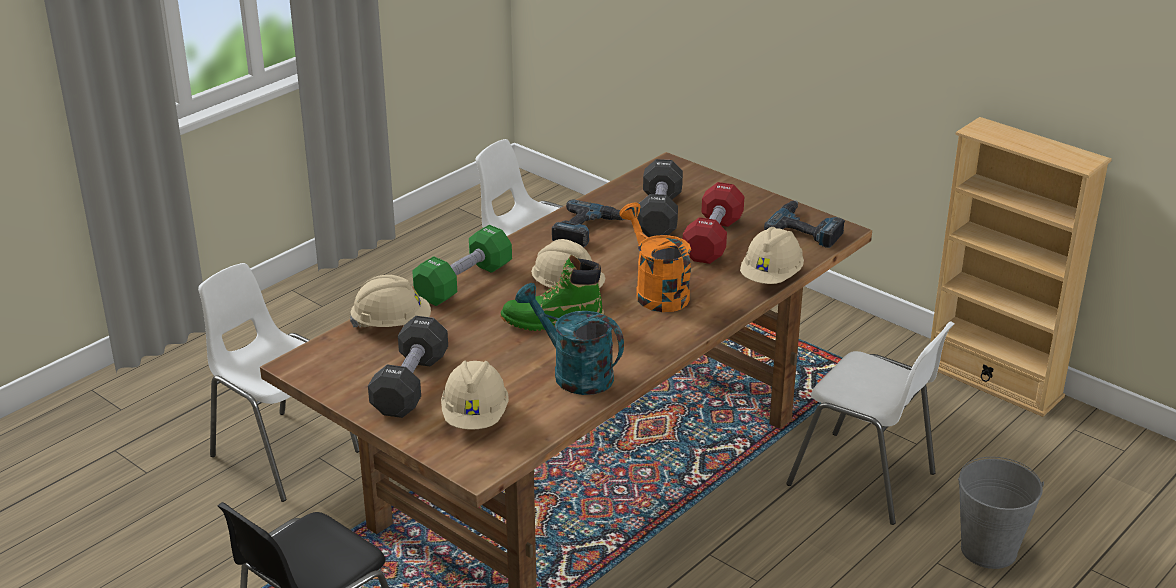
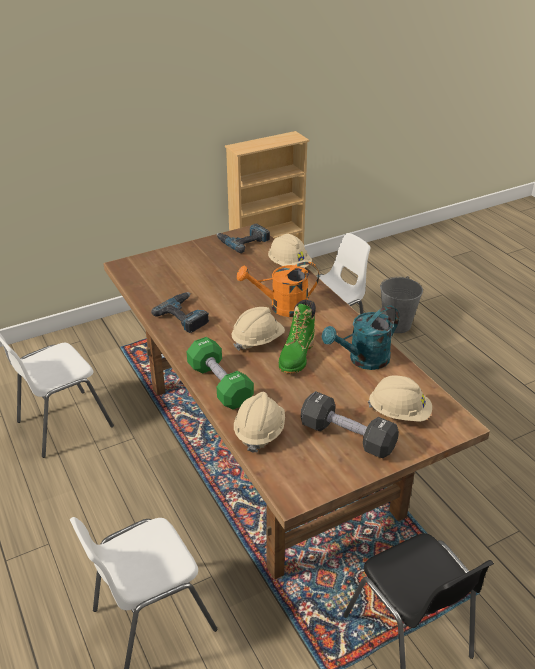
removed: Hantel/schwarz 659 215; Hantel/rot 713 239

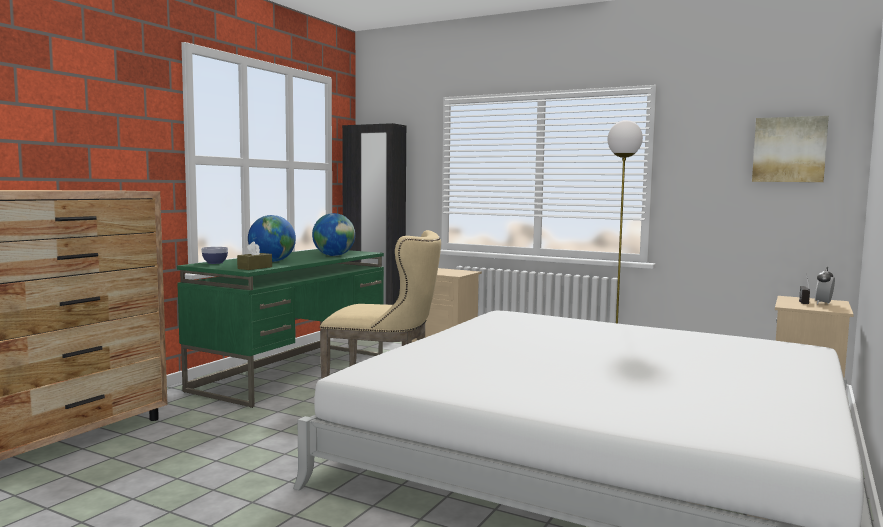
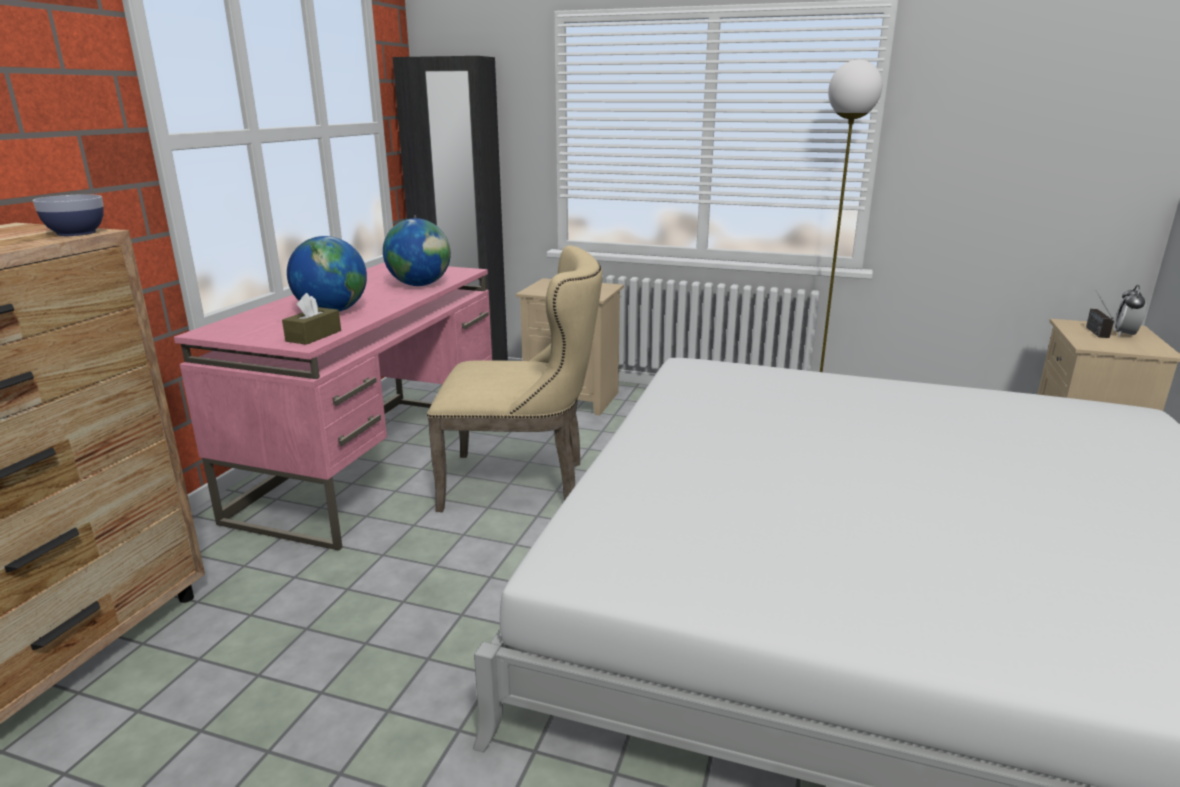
removed: Bild 789 149
moved: Schüssel 215 263 to 76 233
recoloured: Schreibtisch/grün 293 372 to Schreibtisch/rosa 376 462

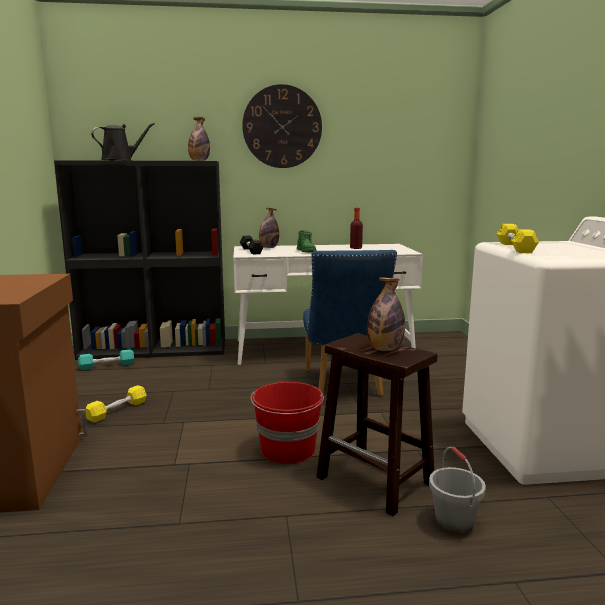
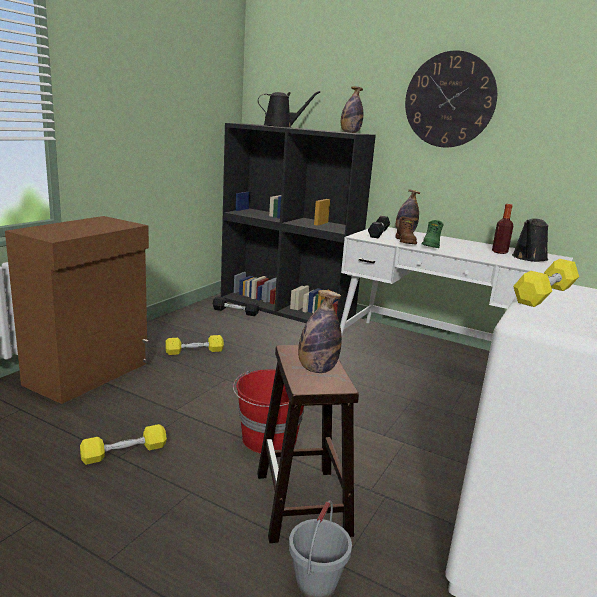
removed: Stuhl/blau 344 385
added: Hantel/gelb 124 452; Stiefel/braun 406 242; Gießkanne/schwarz 528 258
recoloured: Hantel/türkis 107 365 to Hantel/schwarz 235 312

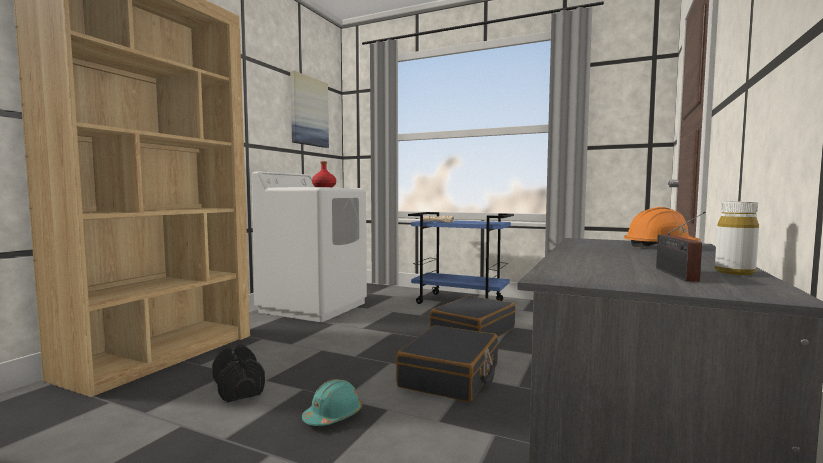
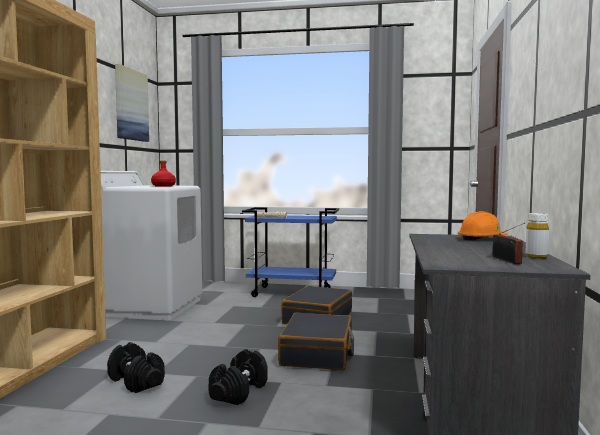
replaced: Schutzhelm/türkis 333 416 to Hantel/schwarz 239 392

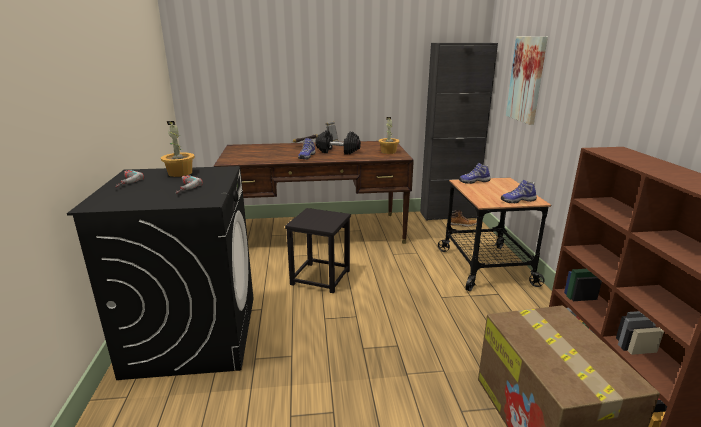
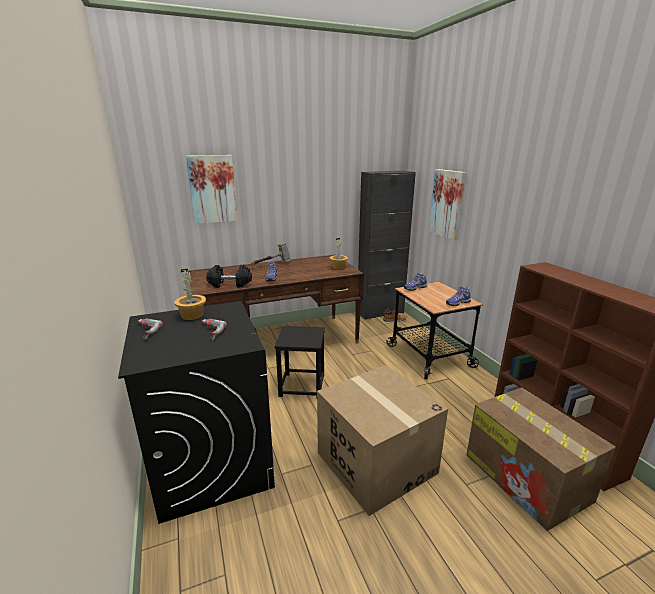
added: Bild 212 189; Karton 375 462
moved: Hantel/schwarz 337 151 to 230 284

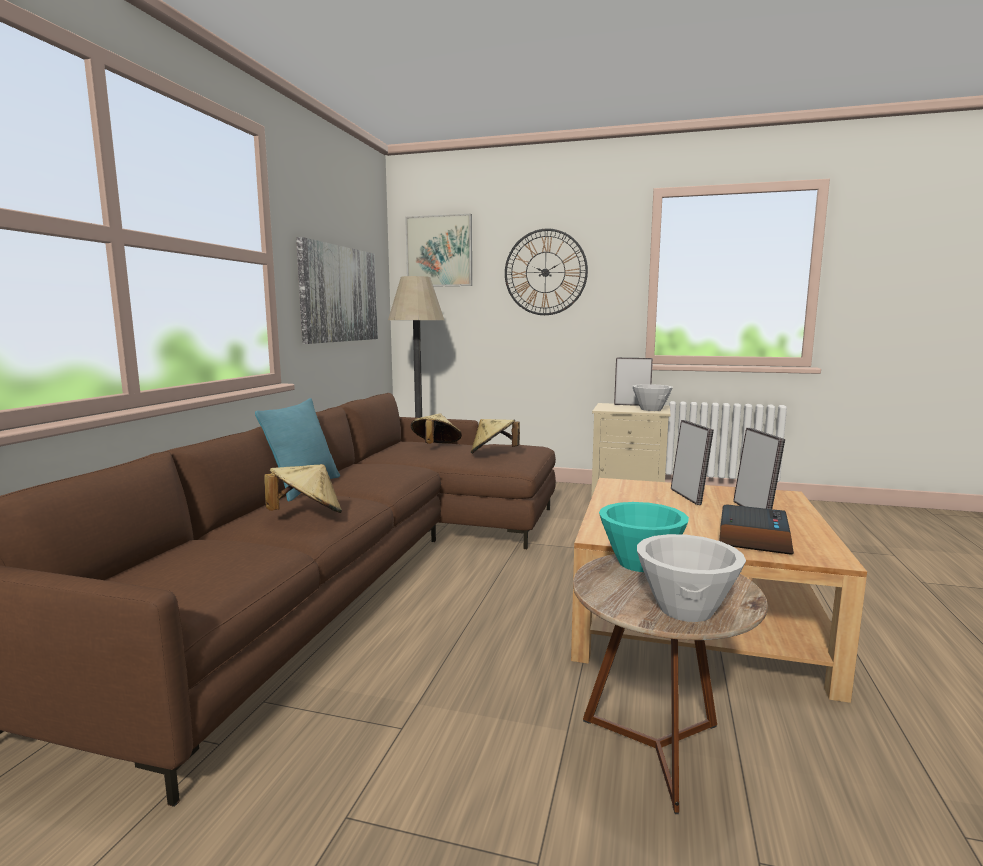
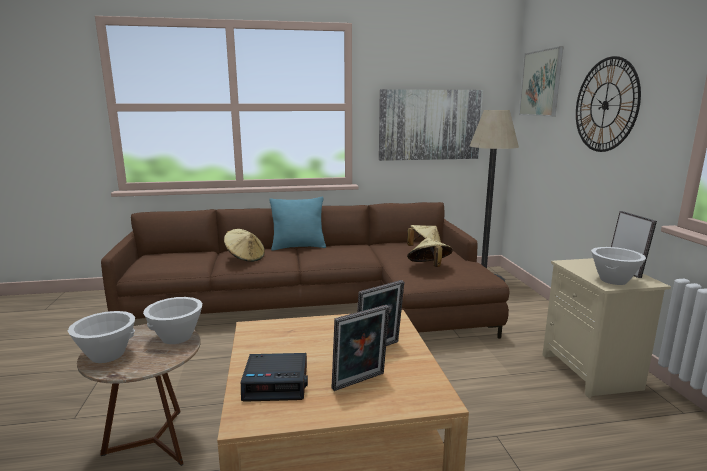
recoloured: Schüssel/türkis 640 563 to Schüssel/weiß 176 337

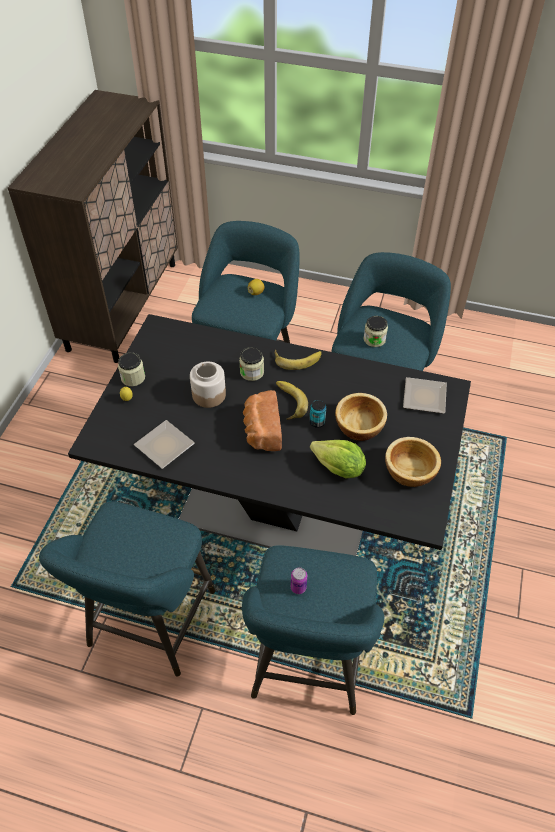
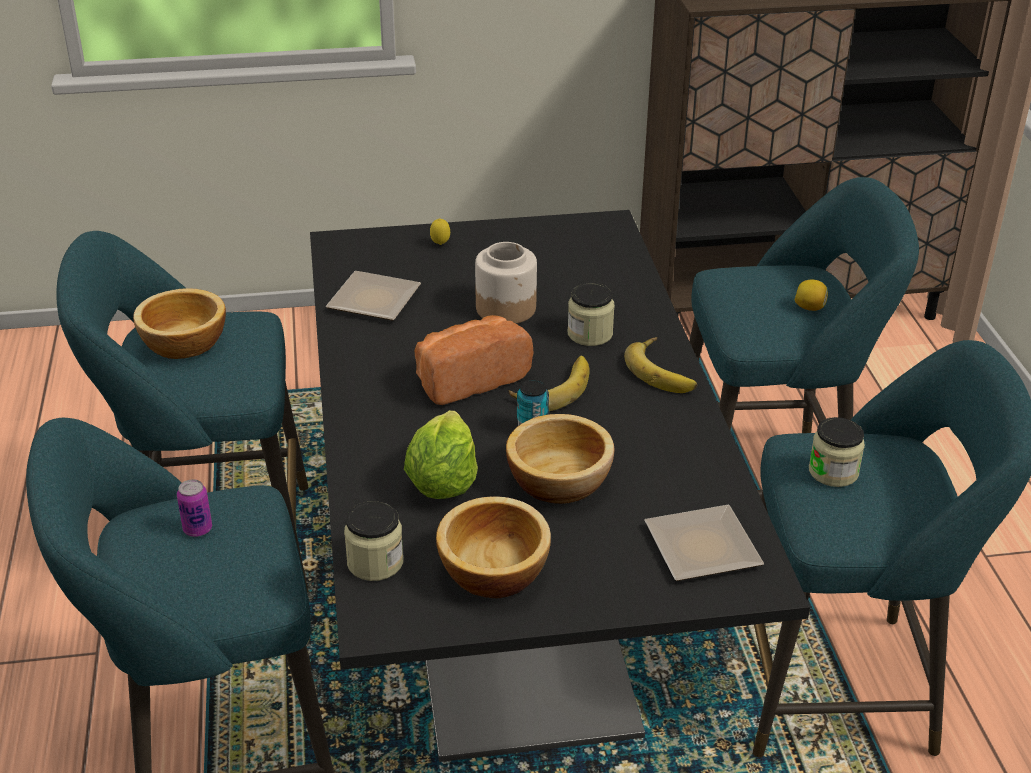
added: Schüssel 183 344
moved: Vorratsglas 133 377 to 375 562

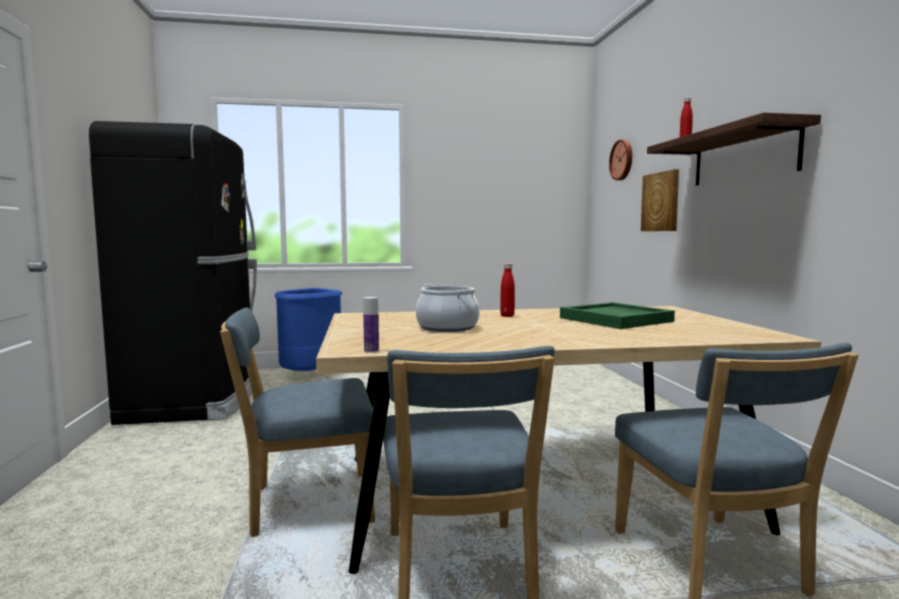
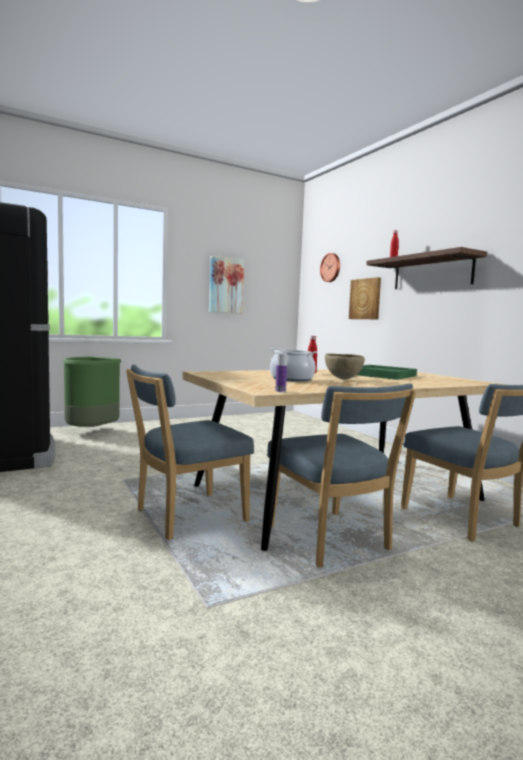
added: Bild 226 285; Schüssel/braun 342 379
recoloured: Mülleimer/blau 310 376 to Mülleimer/grün 91 432

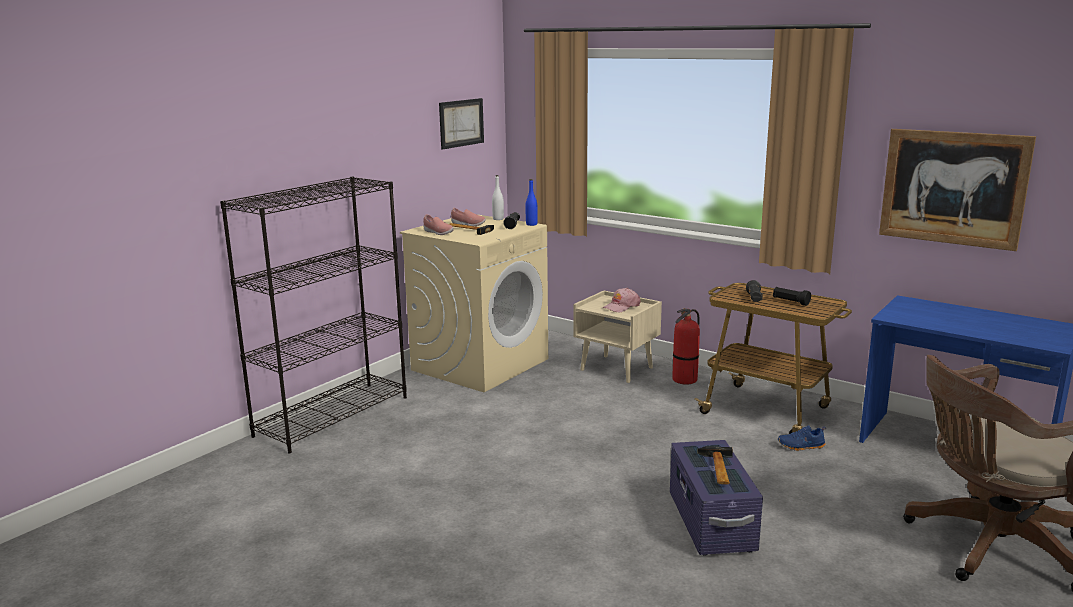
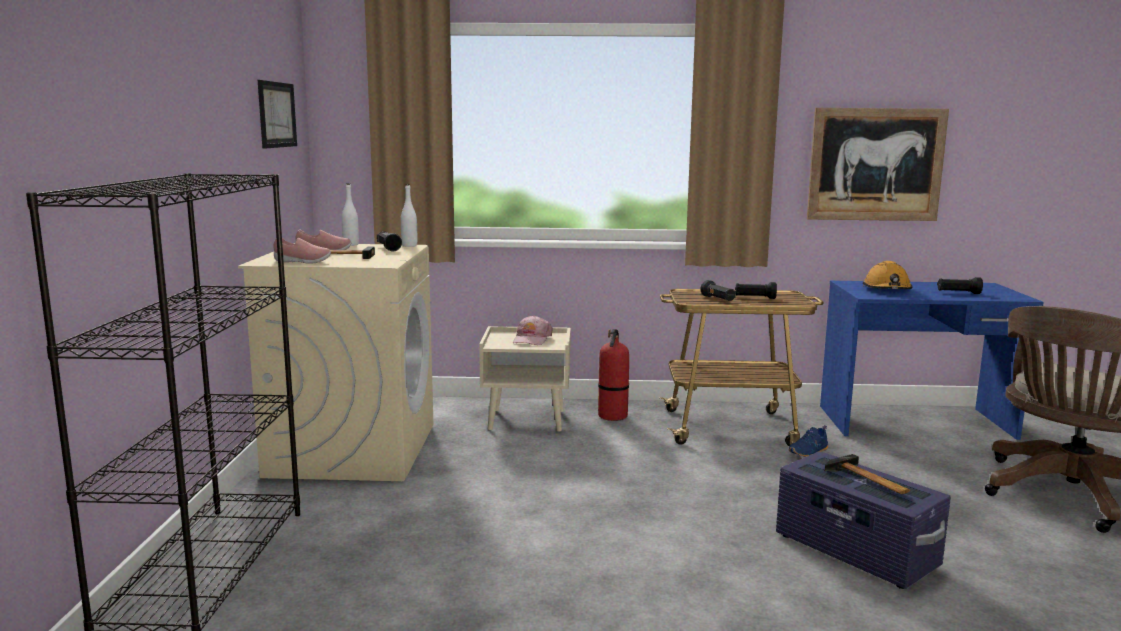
added: Schutzhelm/orange 887 289; Taschenlampe/schwarz 958 293
recoloured: Flasche/blau 531 224 to Flasche/weiß 409 245

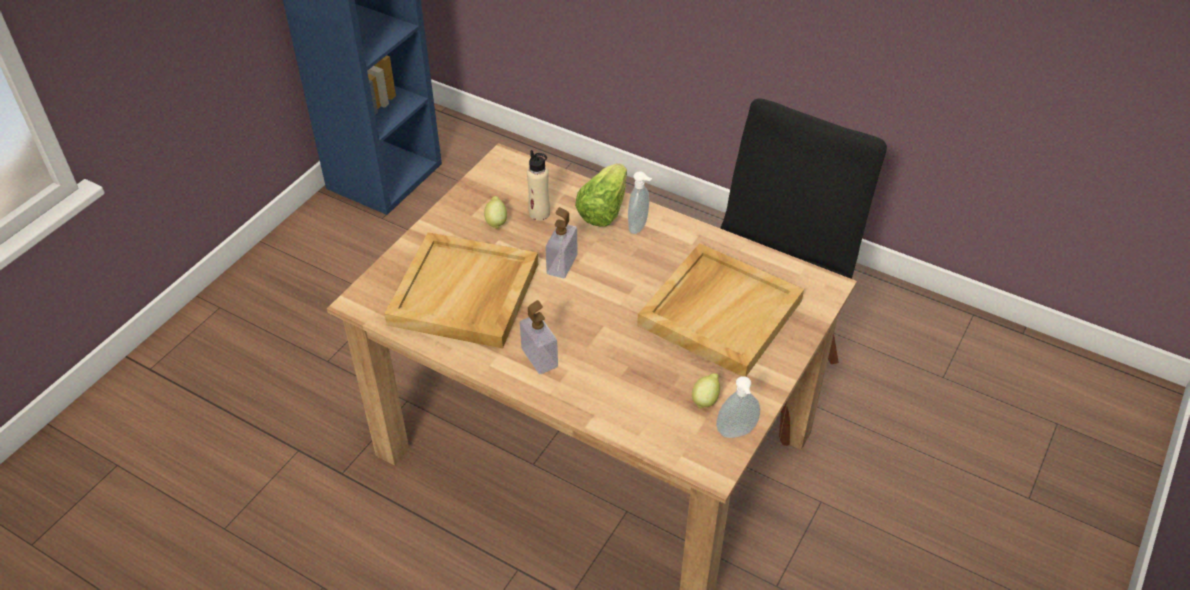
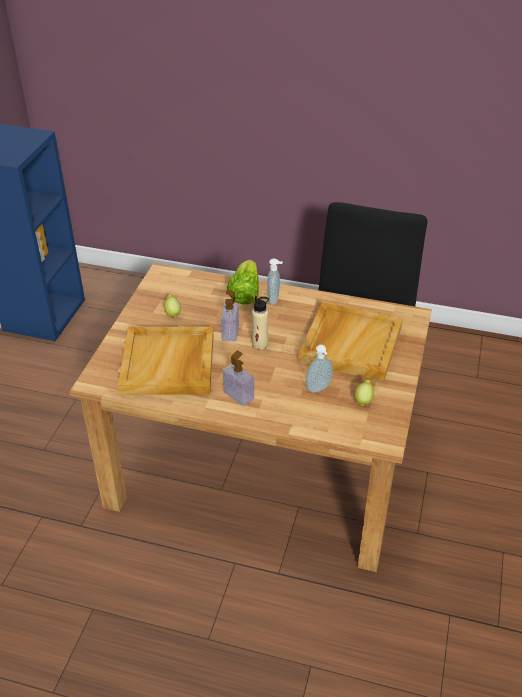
moved: Flasche/beige 539 213 to 260 344; Seifenspender 736 434 to 319 389

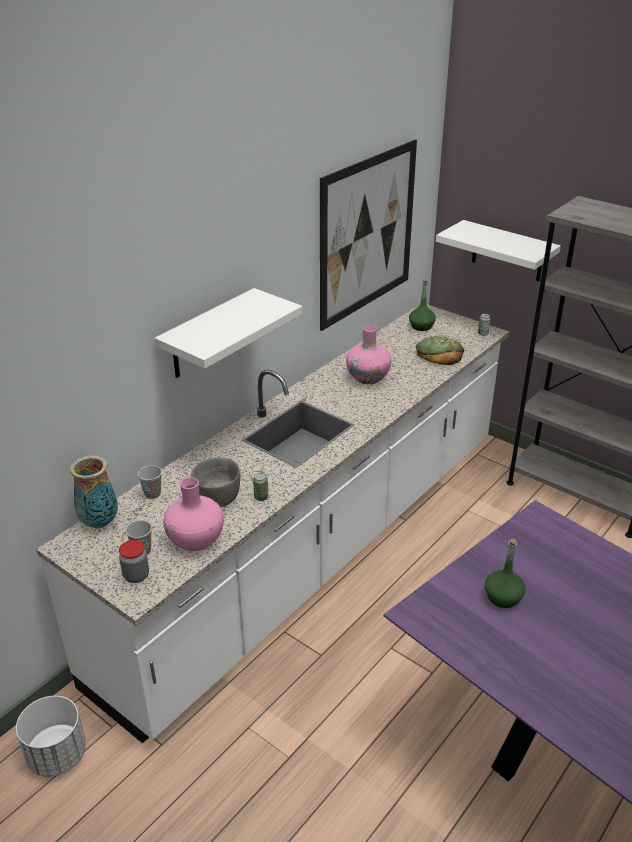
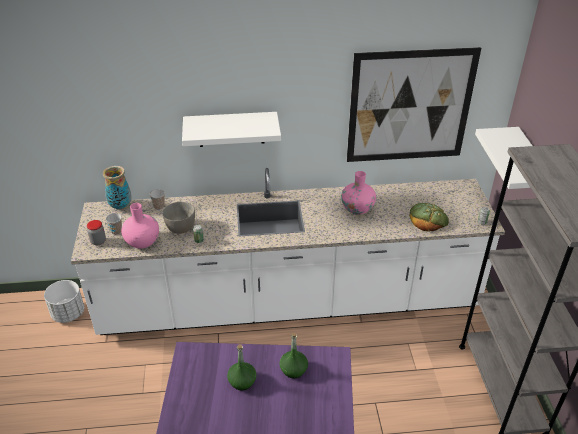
moved: Flasche/grün 421 326 to 293 369

